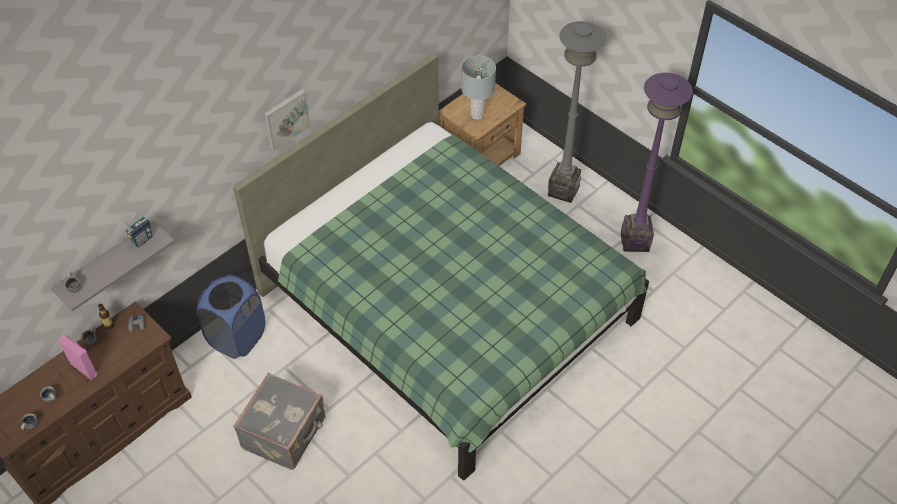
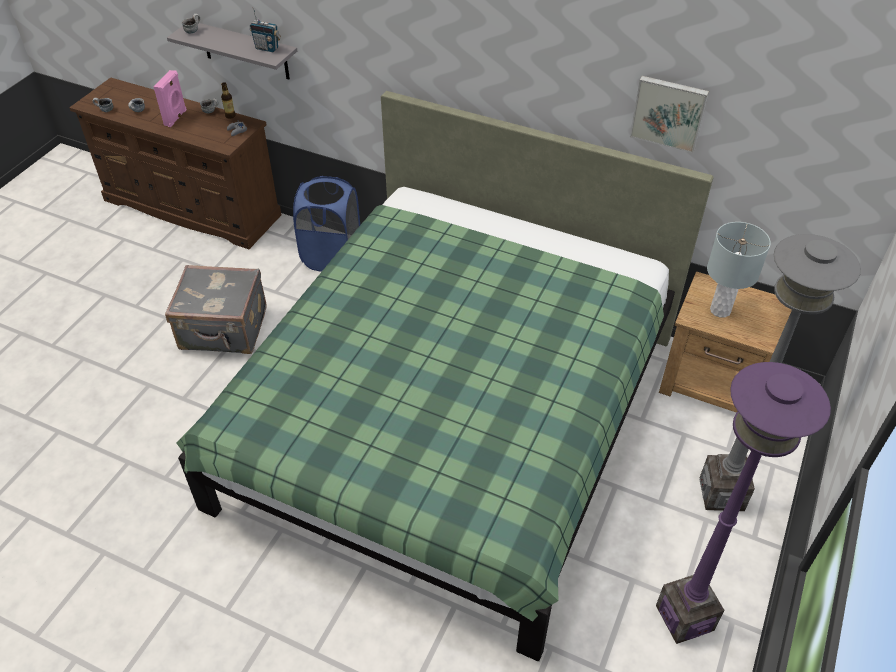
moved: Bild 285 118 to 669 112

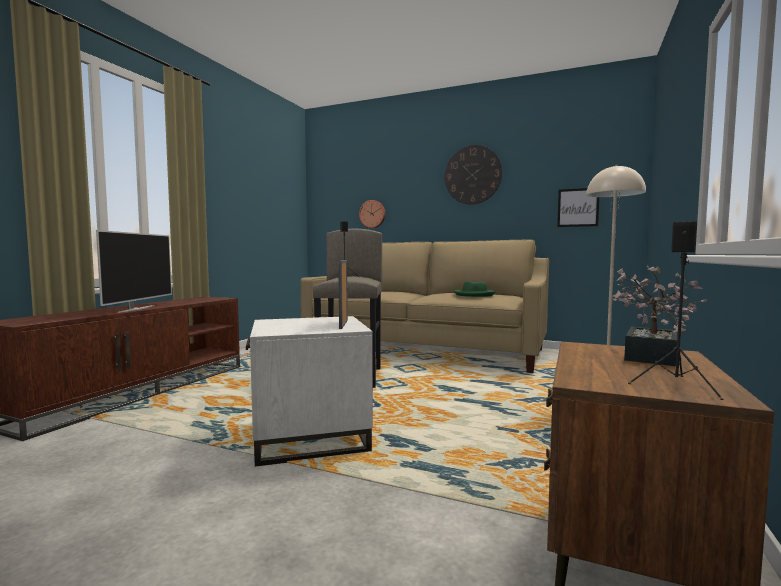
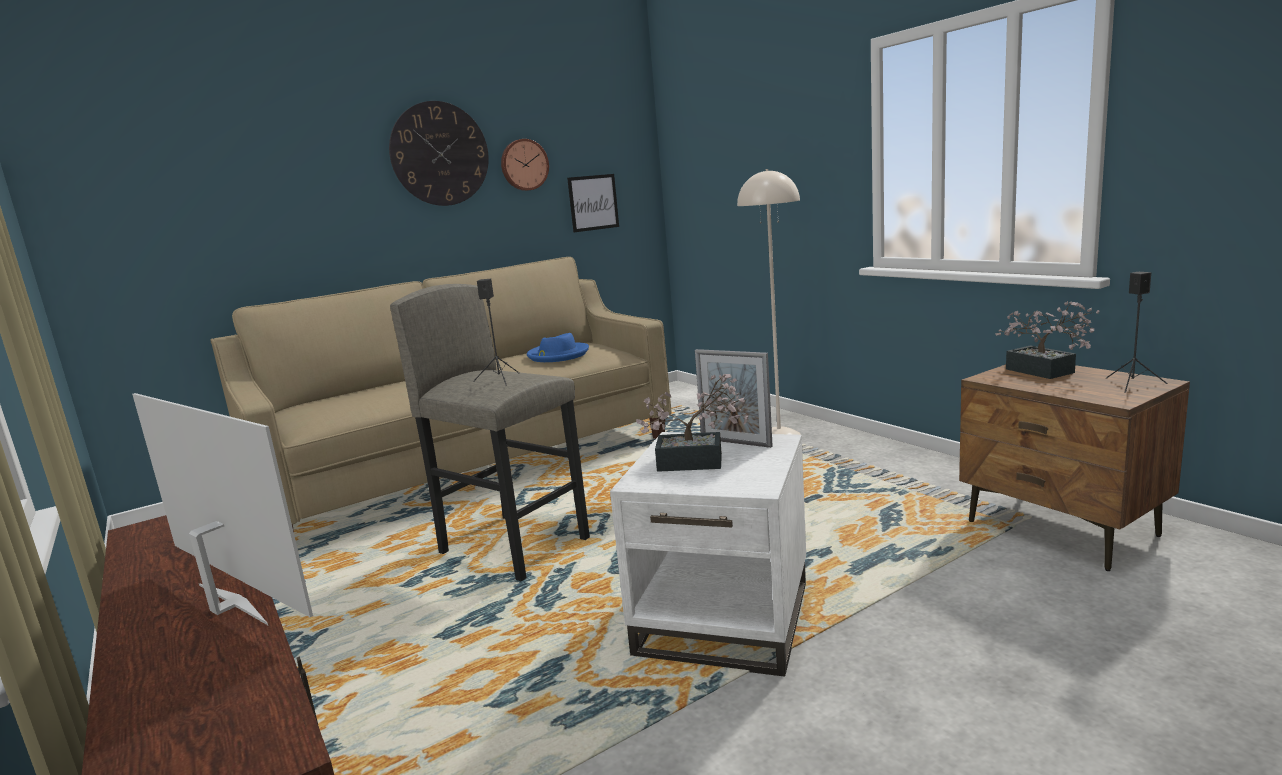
added: Topfpflanze 698 462
moved: Wanduhr 372 214 to 524 165
recoloured: Hut/grün 474 295 to Hut/blau 558 355

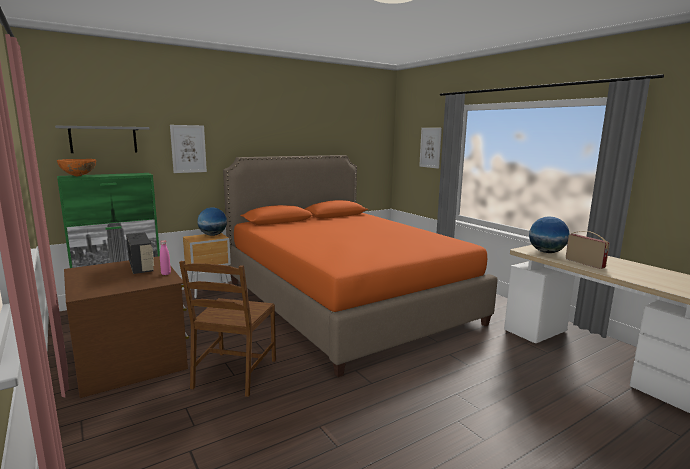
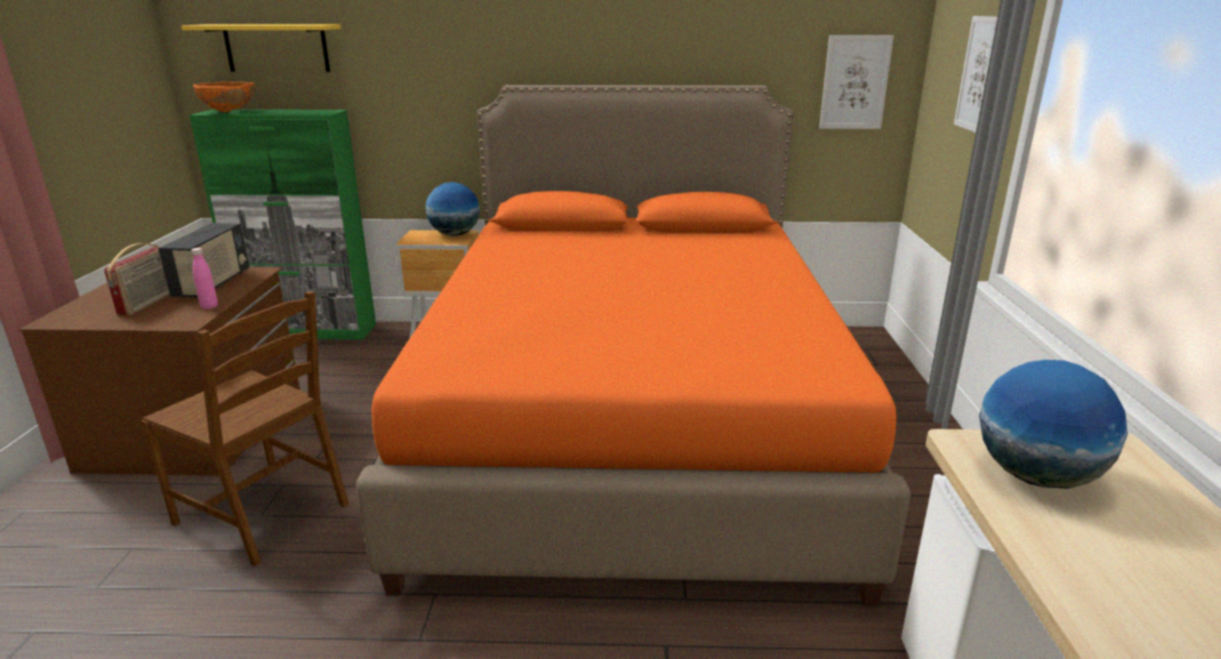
moved: Radio 585 263 to 149 303; Bild 188 149 to 855 83
recoloured: Wandregal/grau 103 139 to Wandregal/gelb 276 48
turned: Stuhl/braun 234 374 = 265 513 105 degrees counterclockwise

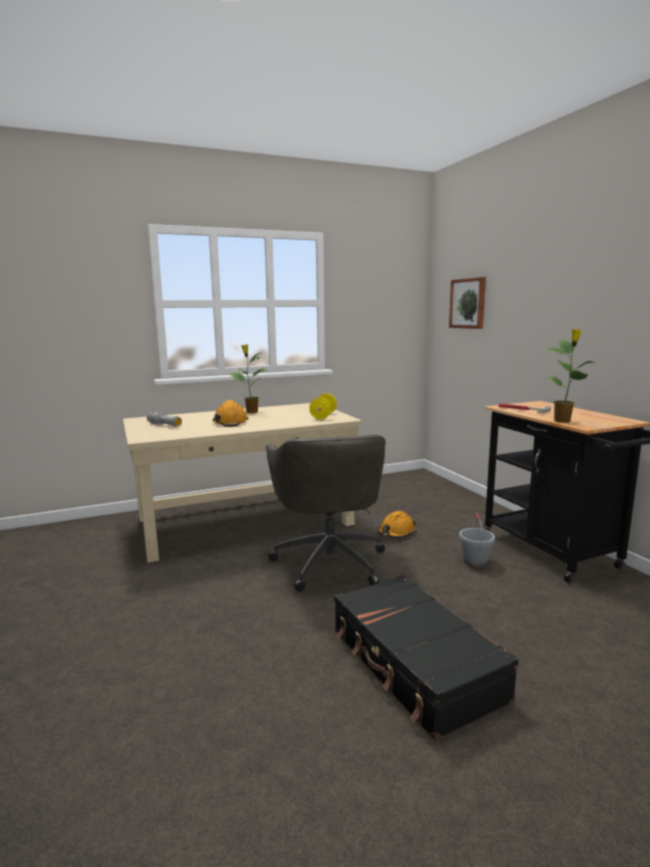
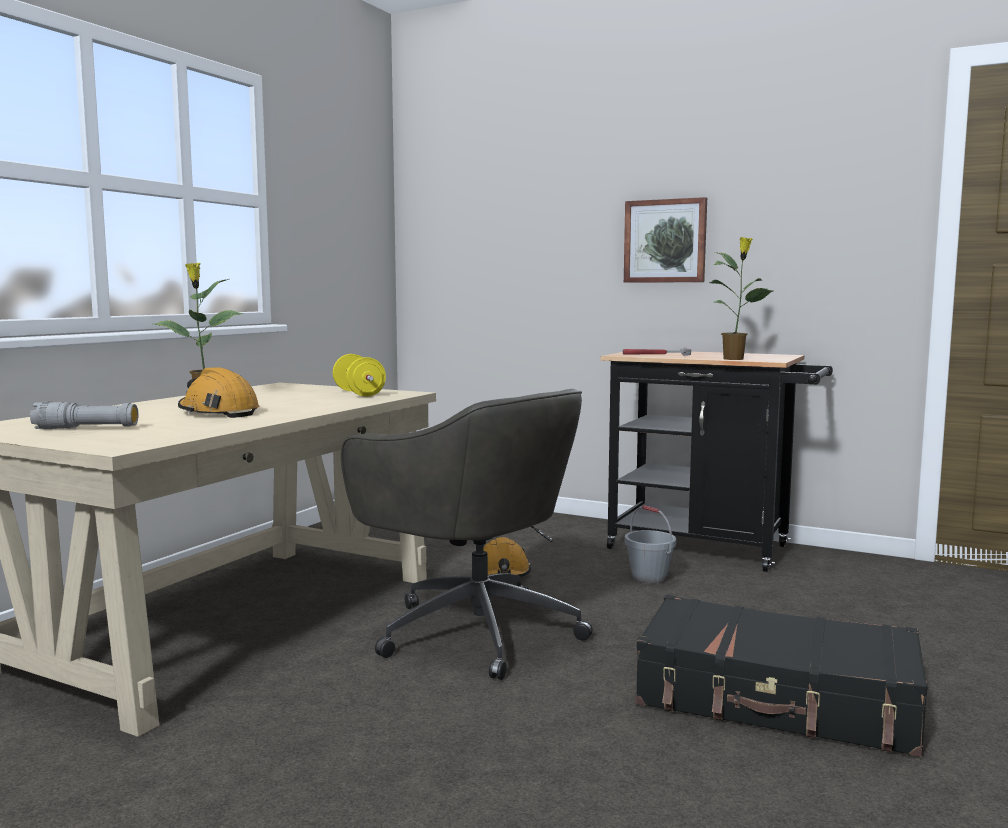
moved: Bild 468 303 to 665 241

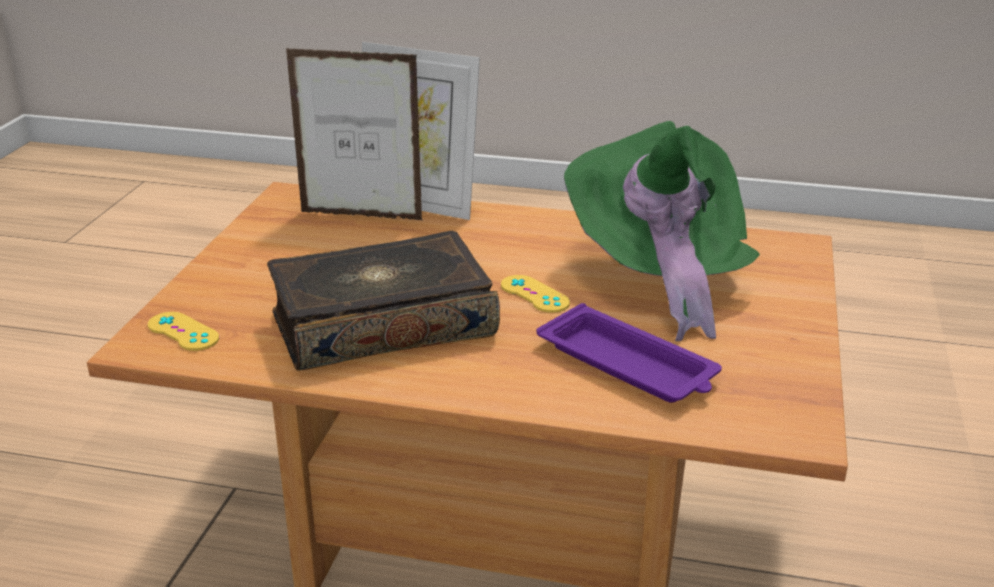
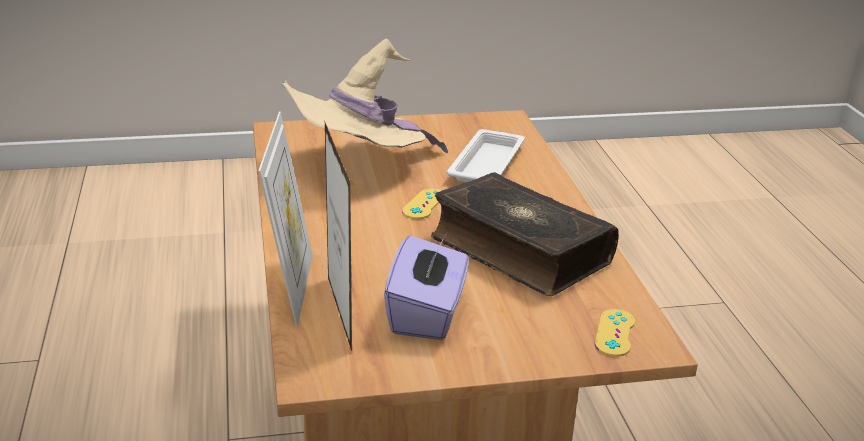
added: Taschentuchbox/lila 427 314
recoloured: Hut/grün 659 275 to Hut/beige 360 167; Tablett/lila 629 365 to Tablett/weiß 487 163

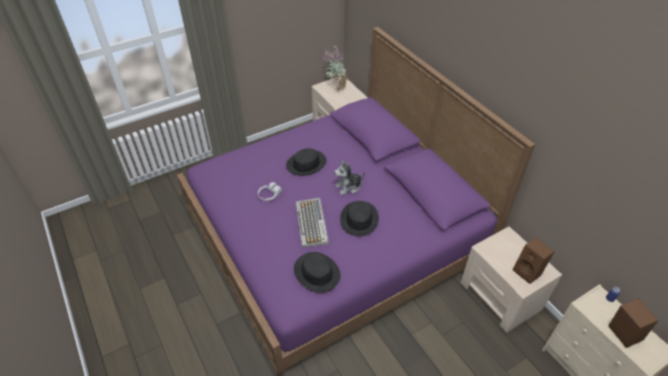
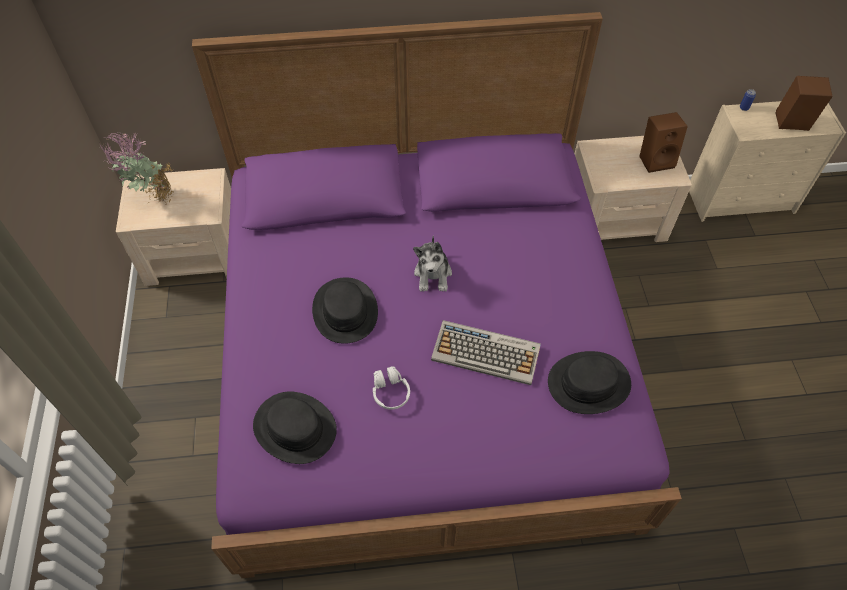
moved: Hut/schwarz 359 219 to 294 428

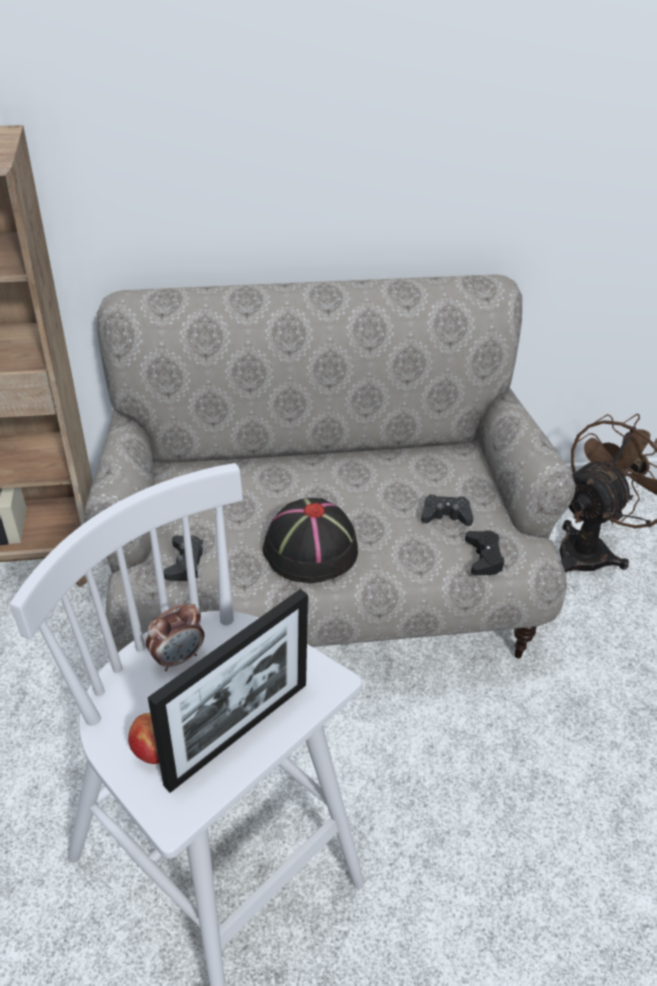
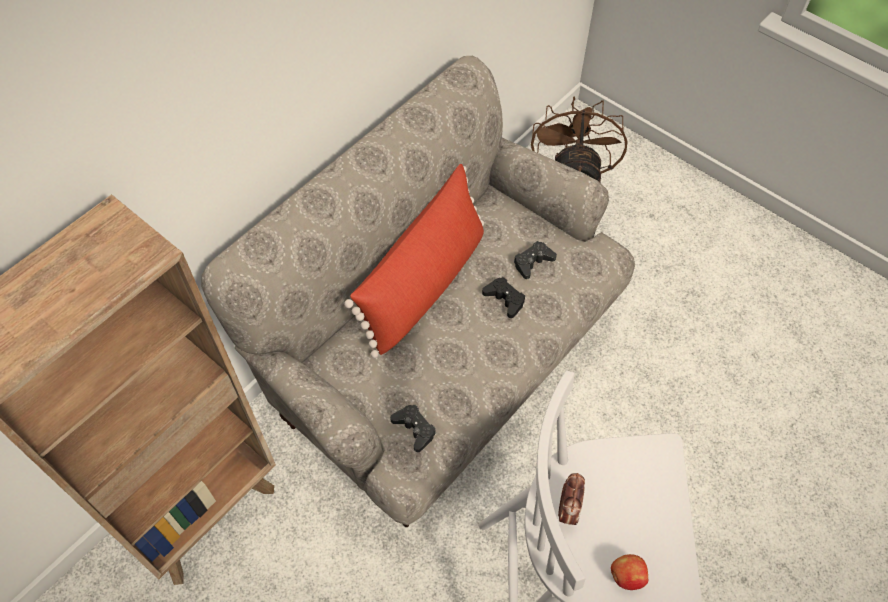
removed: Bilderrahmen 238 733; Hut/schwarz 310 550
added: Kissen/rot 424 284
moved: Gamepad/schwarz 484 557 to 505 299

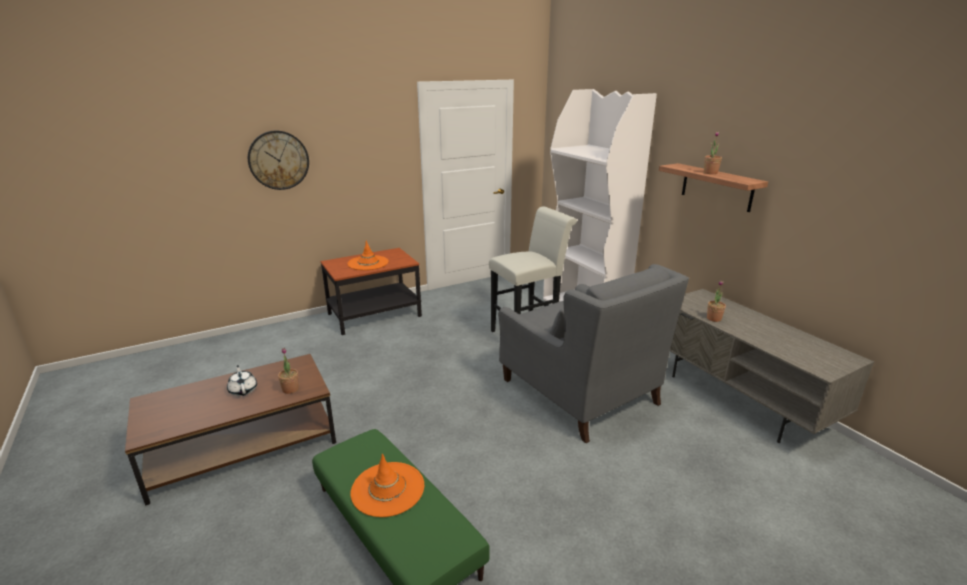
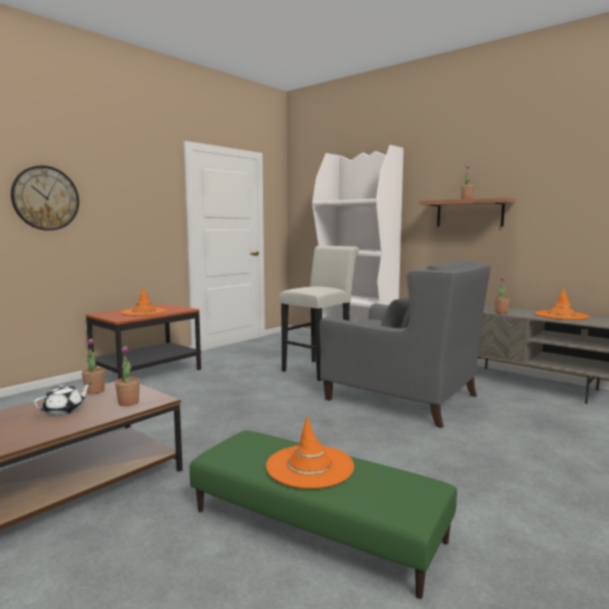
added: Topfpflanze 94 391; Hut/orange 561 315
turned: Teekanne/weiß 243 390 = 64 411 90 degrees clockwise

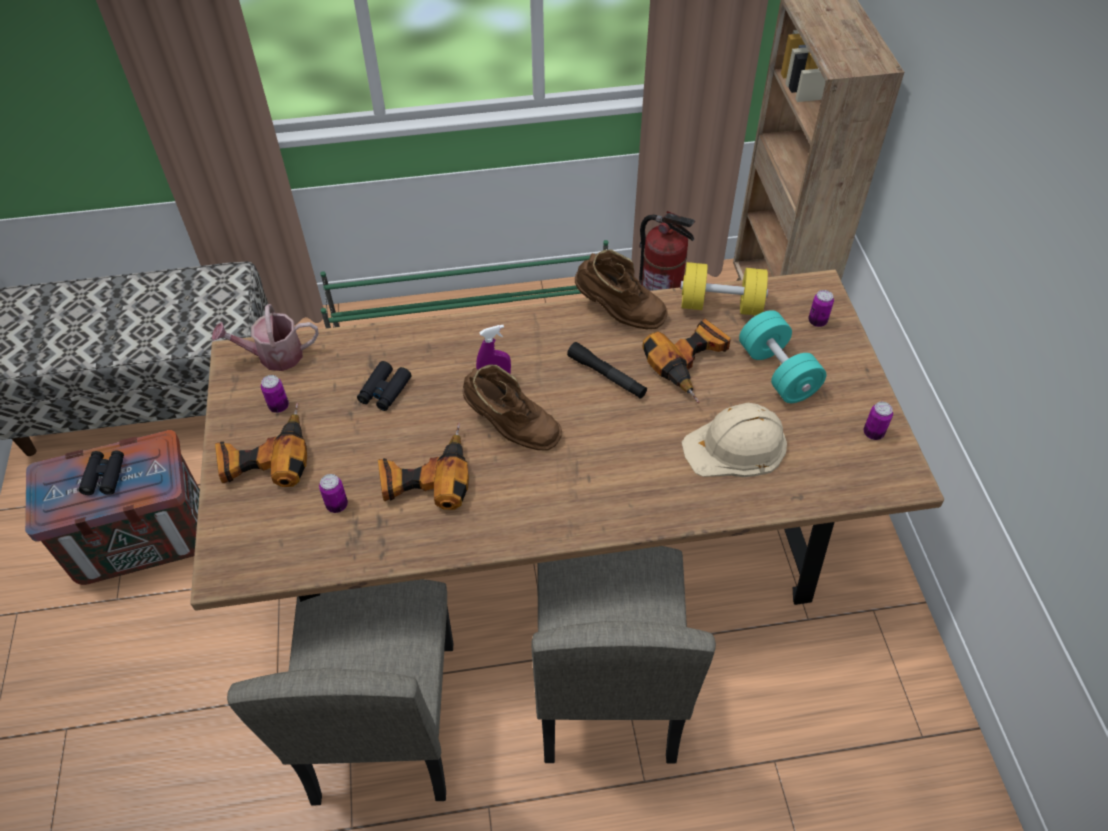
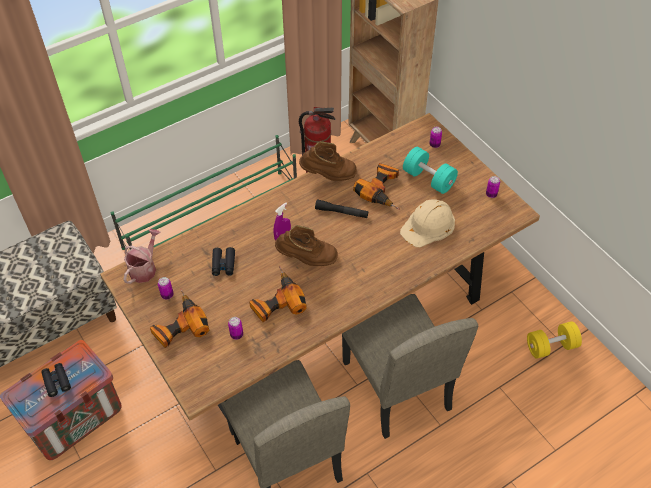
moved: Hantel/gelb 721 305 to 551 346
turned: Gießkanne 274 356 = 145 268 150 degrees clockwise

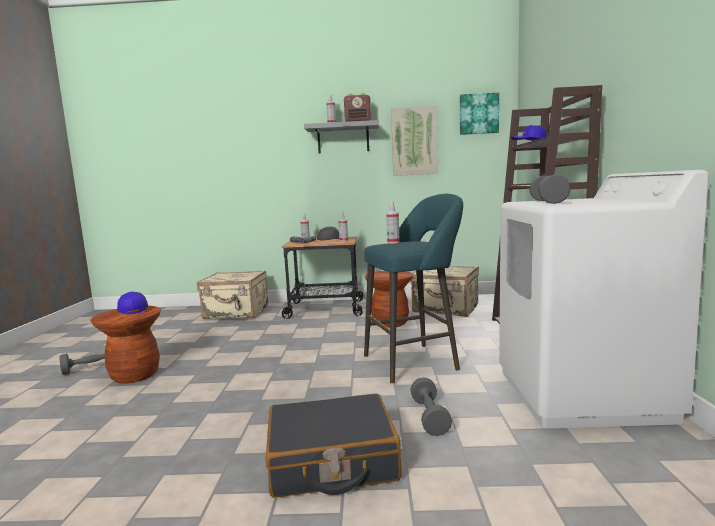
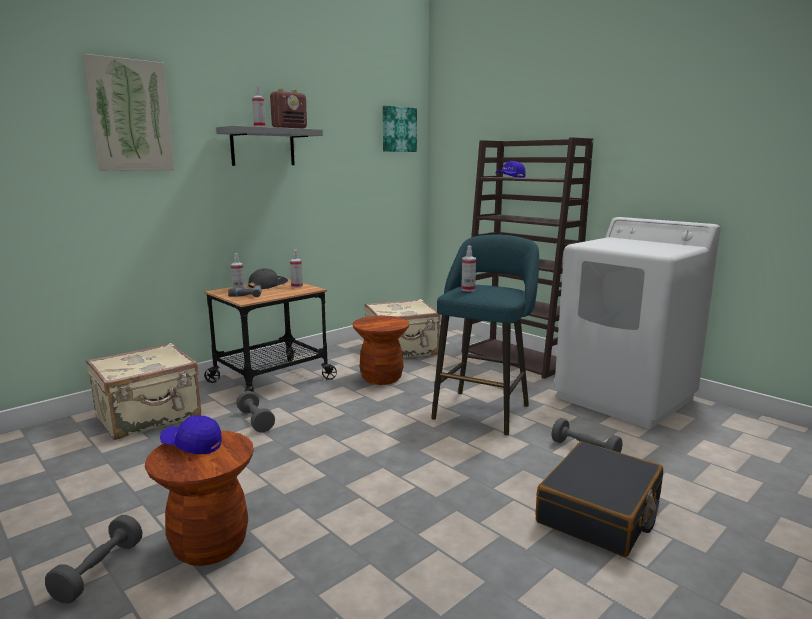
moved: Bild 414 141 to 130 116; Hantel/grau 547 202 to 255 421

